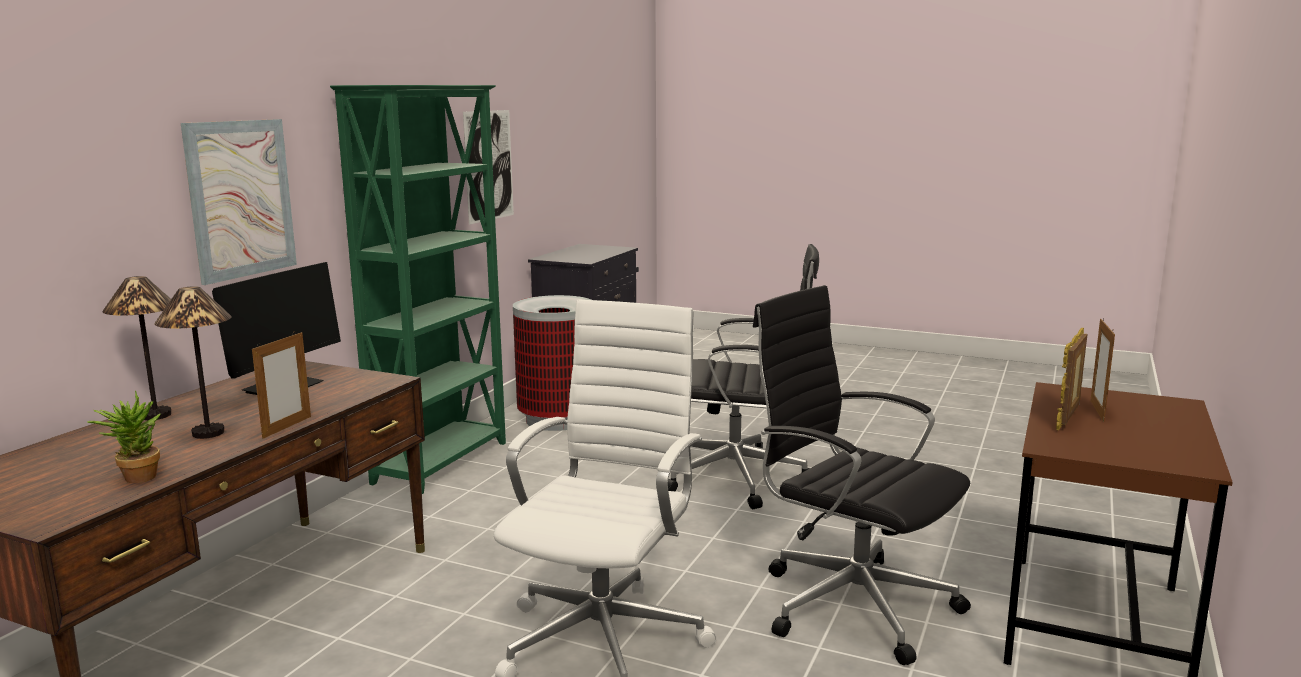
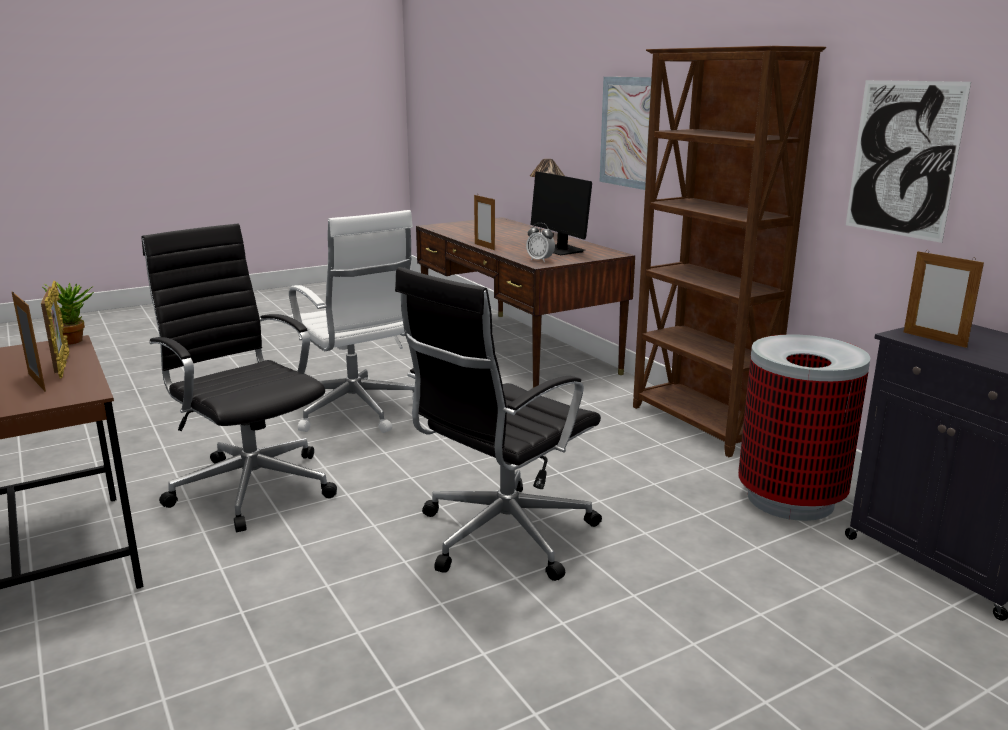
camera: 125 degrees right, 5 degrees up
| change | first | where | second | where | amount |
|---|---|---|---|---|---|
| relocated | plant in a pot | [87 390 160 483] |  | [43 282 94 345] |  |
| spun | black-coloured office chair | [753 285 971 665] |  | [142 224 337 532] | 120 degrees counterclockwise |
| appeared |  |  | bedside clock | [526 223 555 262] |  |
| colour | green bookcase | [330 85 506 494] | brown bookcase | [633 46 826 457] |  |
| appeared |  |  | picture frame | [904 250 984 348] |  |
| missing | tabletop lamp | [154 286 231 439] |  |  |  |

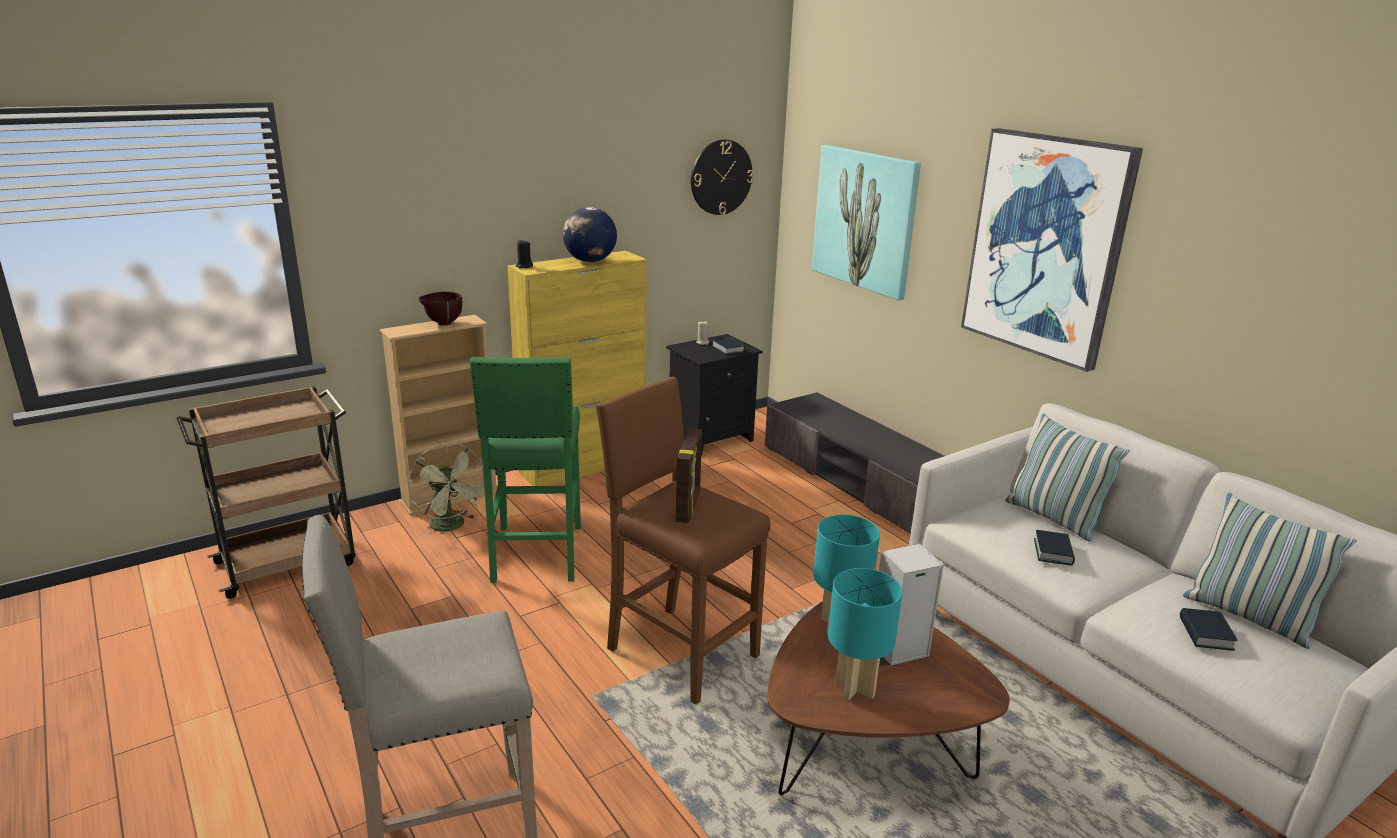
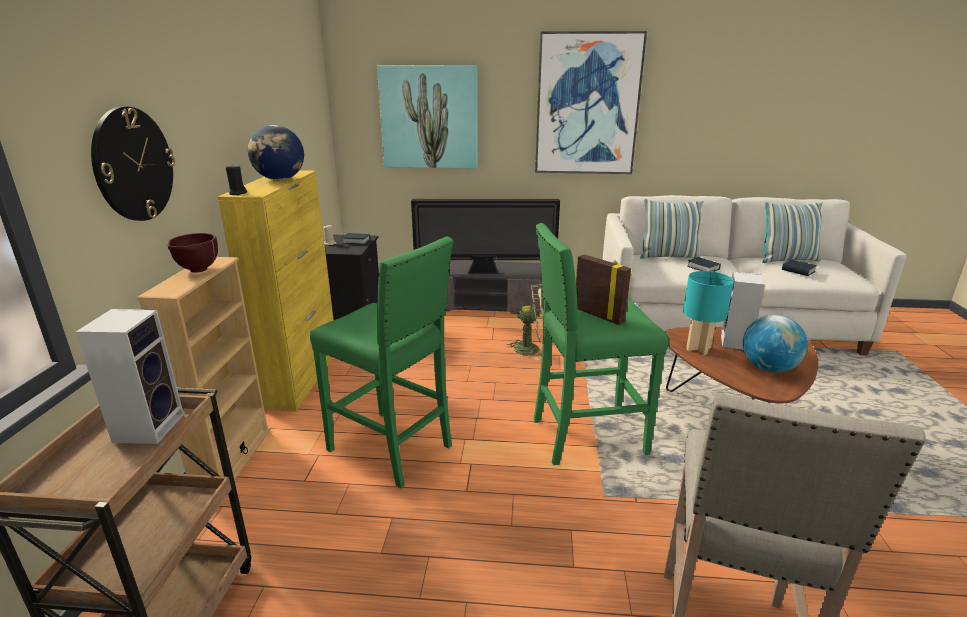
camera: 50 degrees left, 0 degrees up
| change | first | where | second | where | amount |
|---|---|---|---|---|---|
| appeared |  |  | loudspeaker | [76 309 184 444] |  |
| relocated | hanging clock | [691 140 753 215] |  | [91 107 175 221] |  |
| appeared |  |  | TV | [411 199 560 274] |  |
| relocated | green cooling fan | [408 443 484 538] |  | [506 284 543 360] |  |
| colour | brown stool | [596 377 770 705] | green stool | [534 223 669 465] |  |
| exchanged | turquoise tabletop lamp | [828 568 902 701] | desk globe | [743 315 808 373] |  |

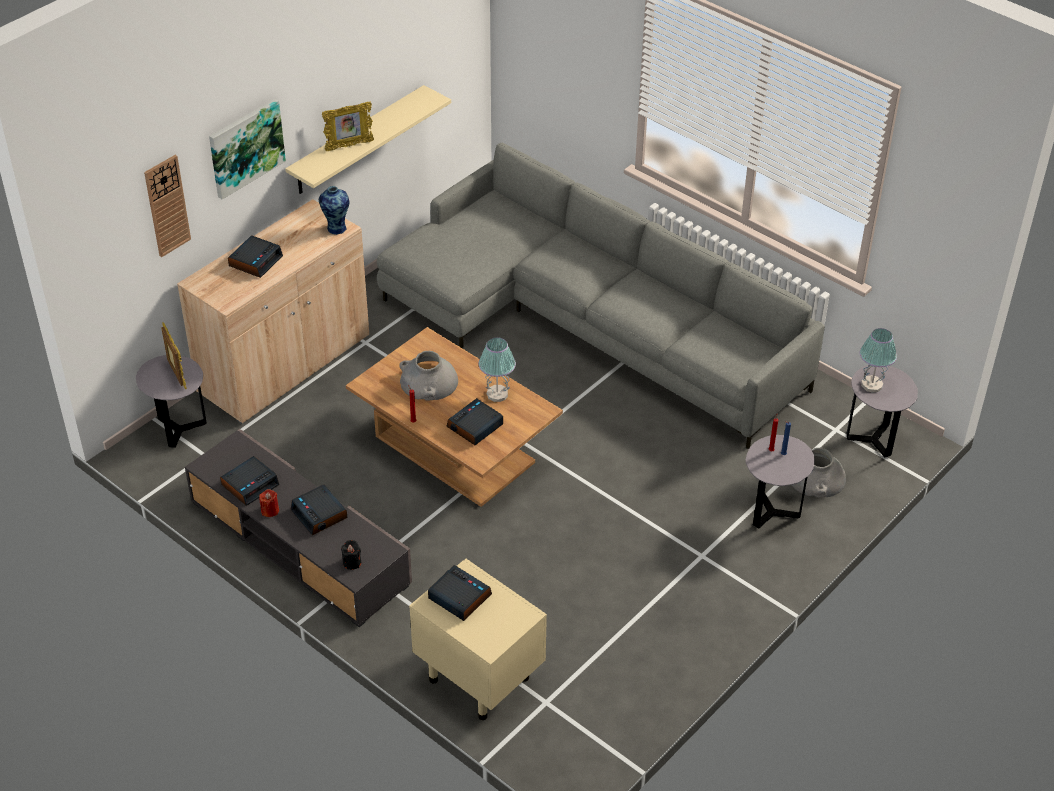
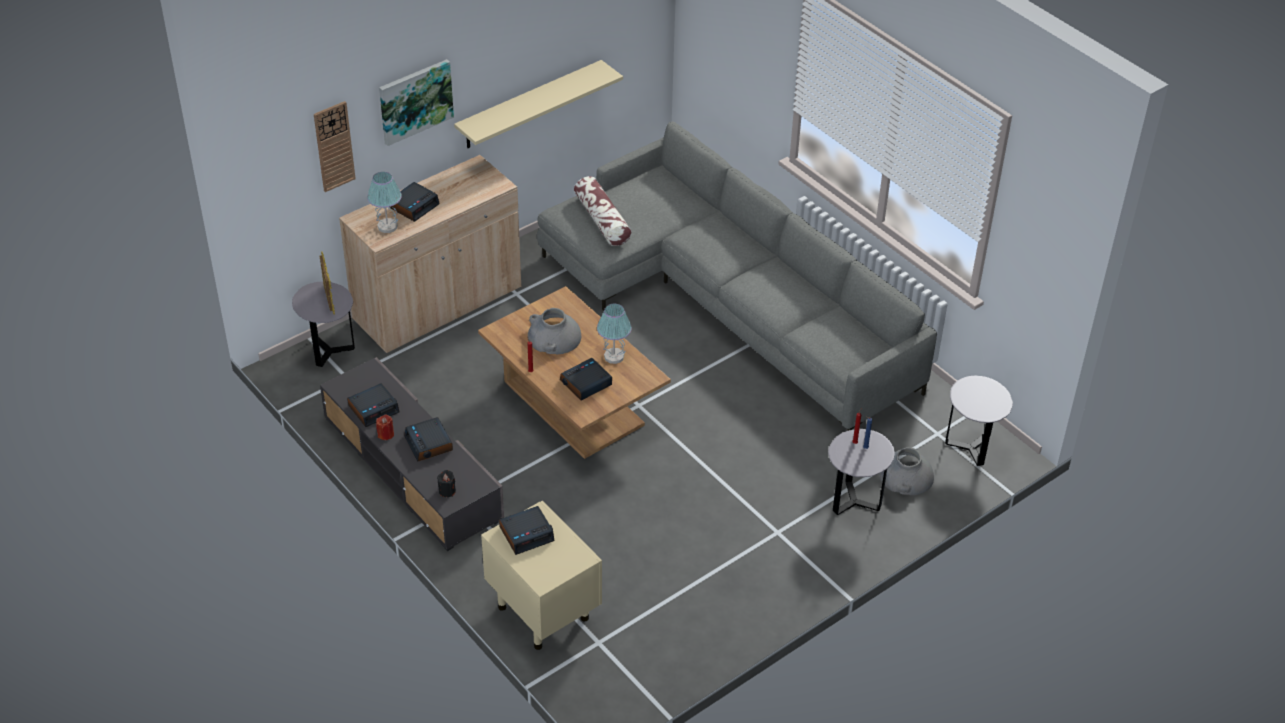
camera: 10 degrees right, 0 degrees up
| change | first | where | second | where | amount |
|---|---|---|---|---|---|
| relocated | tabletop lamp | [860 328 897 393] |  | [367 172 402 233] |  |
| spun | bedside clock | [428 565 492 621] |  | [499 506 554 555] | 105 degrees clockwise |
| appeared |  |  | pillow | [574 176 632 246] |  |
| missing | decorative vase | [319 186 349 235] |  |  |  |
| missing | picture frame | [322 101 374 151] |  |  |  |

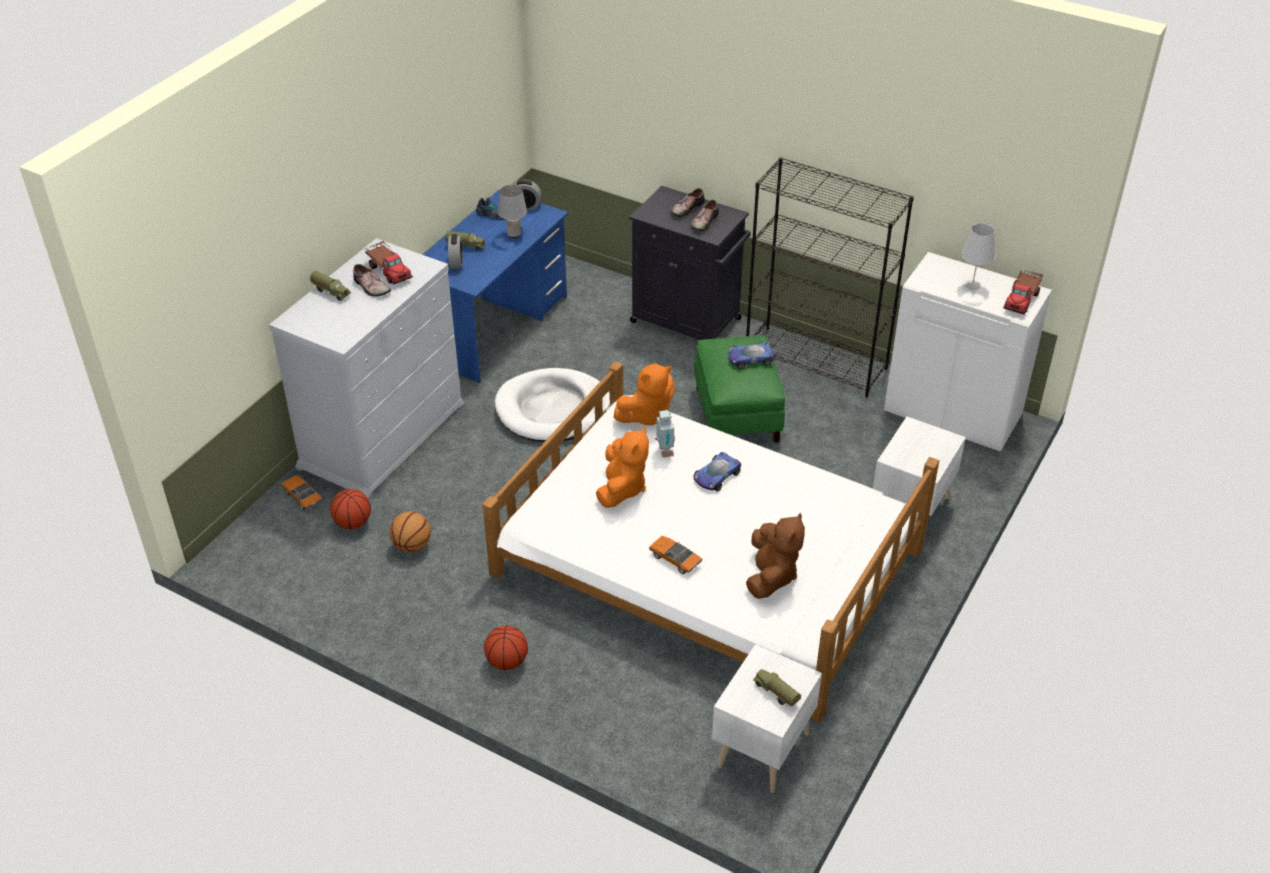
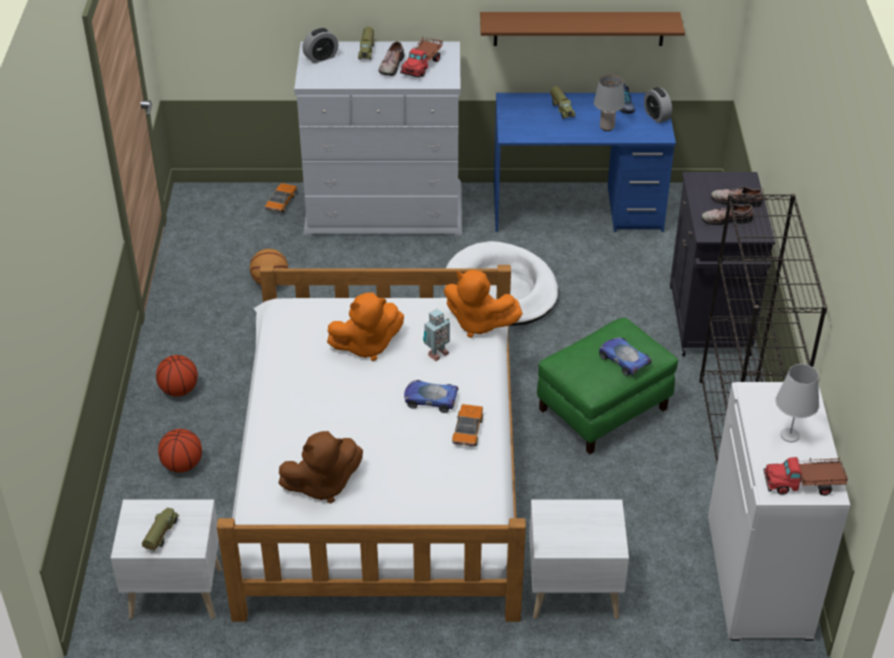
camera: 60 degrees right, 0 degrees up
| change | first | where | second | where | amount |
|---|---|---|---|---|---|
| relocated | basketball | [330 489 371 529] |  | [158 429 202 473] |  |
| relocated | bedside clock | [448 234 463 269] |  | [302 28 338 64] |  |
| relocated | model car | [649 535 702 574] |  | [452 404 483 447] |  |
| appeared |  |  | brown bracket shelf | [480 12 685 46] |  |

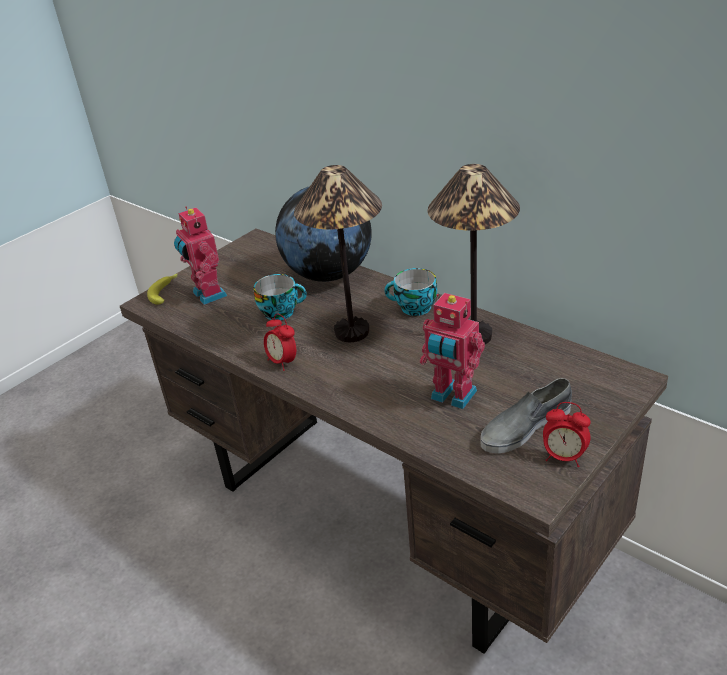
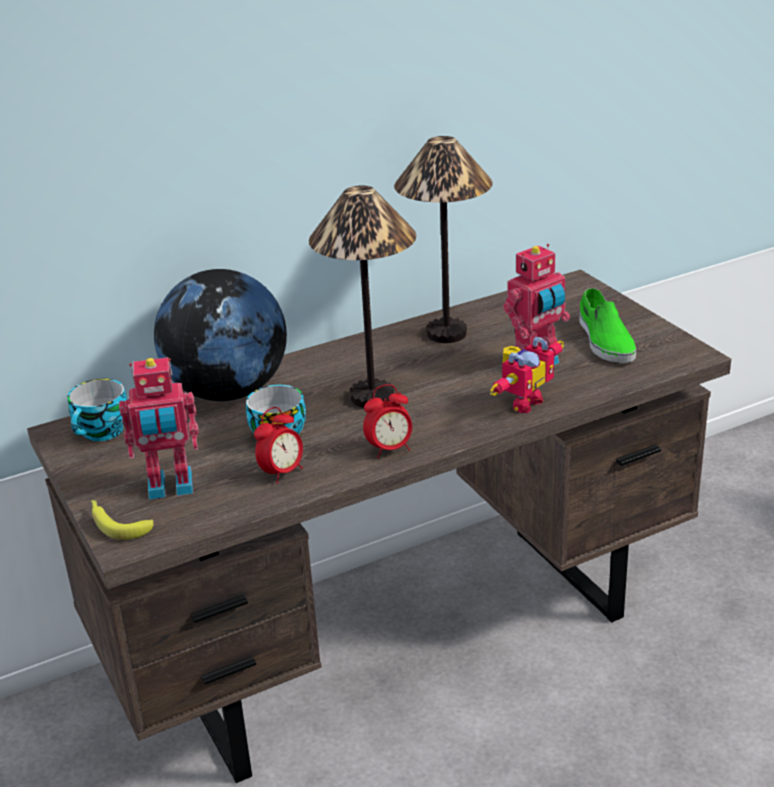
camera: 70 degrees left, 5 degrees down
| change | first | where | second | where | amount |
|---|---|---|---|---|---|
| relocated | small cup | [384 268 437 316] |  | [68 379 128 441] |  |
| relocated | bedside clock | [543 402 590 467] |  | [254 407 303 484] |  |
| appeared |  |  | model robot | [490 337 564 413] |  |
| colour | grey low shoe | [480 378 572 453] | green low shoe | [579 288 636 363] |  |

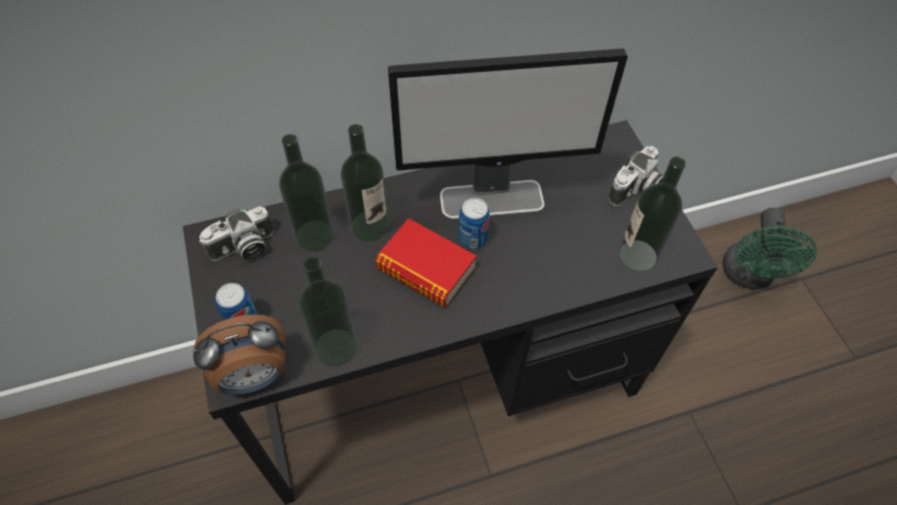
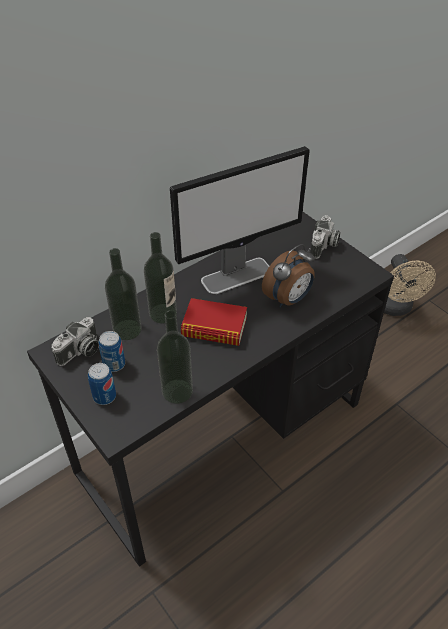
camera: 20 degrees left, 10 degrees down
| change | first | where | second | where | amount |
|---|---|---|---|---|---|
| relocated | can | [458 198 489 250] |  | [99 331 125 372] |  |
| relocated | bedside clock | [193 314 286 395] |  | [262 244 315 307] |  |
| colour | green cooling fan | [722 208 817 290] | beige-coloured cooling fan | [384 254 436 316] |  |
| missing | drink bottle | [619 157 686 272] |  |  |  |

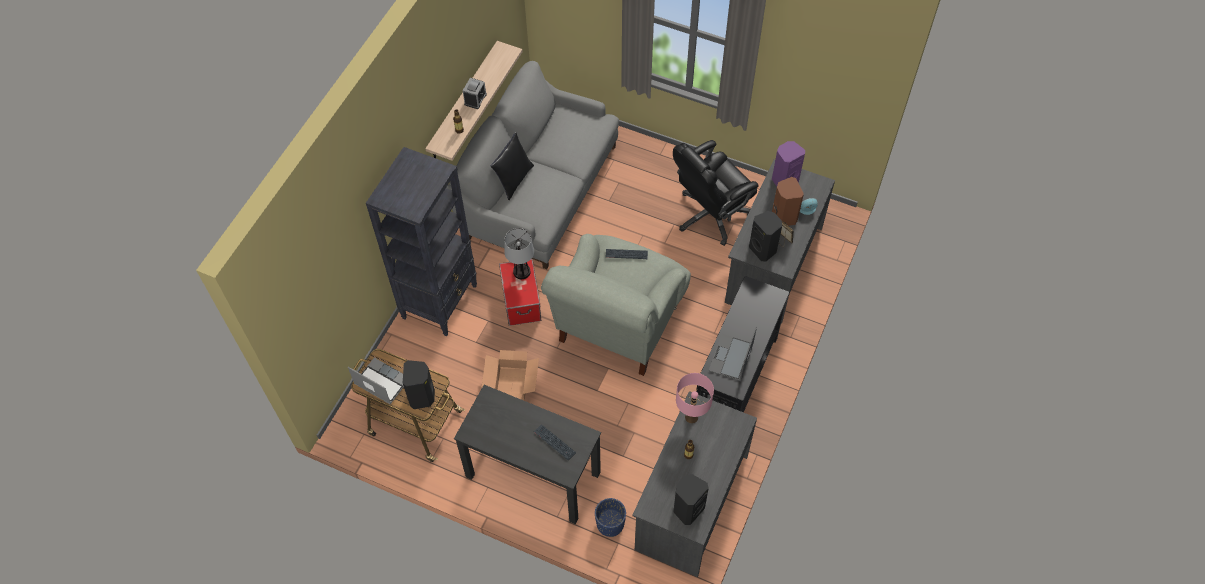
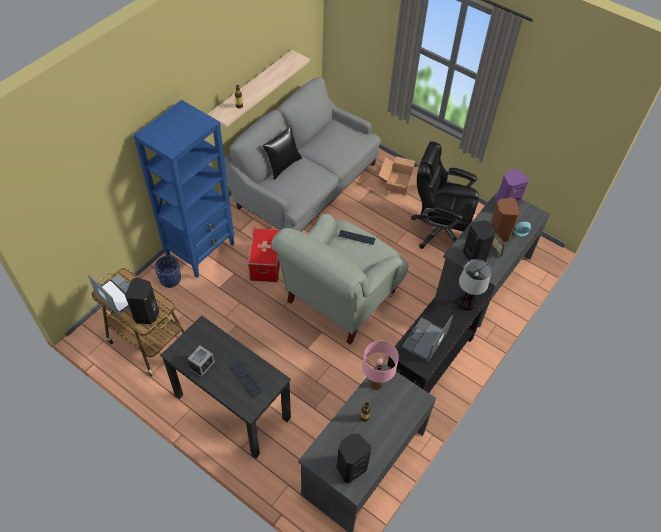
camera: 10 degrees right, 5 degrees down
| change | first | where | second | where | amount |
|---|---|---|---|---|---|
| colour | black-coloured bookcase | [366 147 477 336] | blue bookcase | [133 100 234 278] |  |
| relocated | blue planter | [595 498 626 537] |  | [154 256 181 288] |  |
| relocated | bedside clock | [463 78 487 109] |  | [188 346 215 378] |  |
| relocated | carton | [481 350 539 401] |  | [379 156 419 195] |  |
| spun | black-coloured office chair | [673 140 759 246] |  | [411 141 479 249] | 45 degrees clockwise |
| relocated | tabletop lamp | [504 228 534 279] |  | [458 259 491 310] |  |

